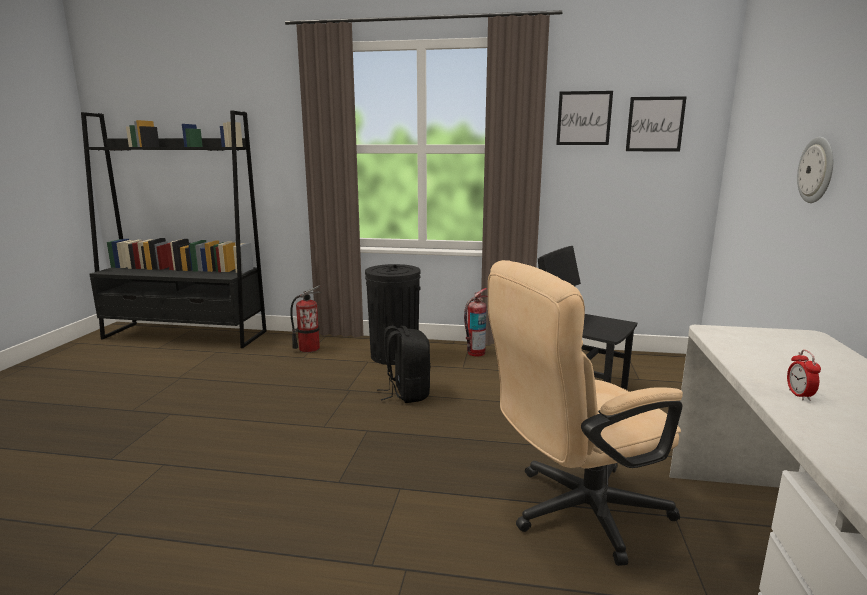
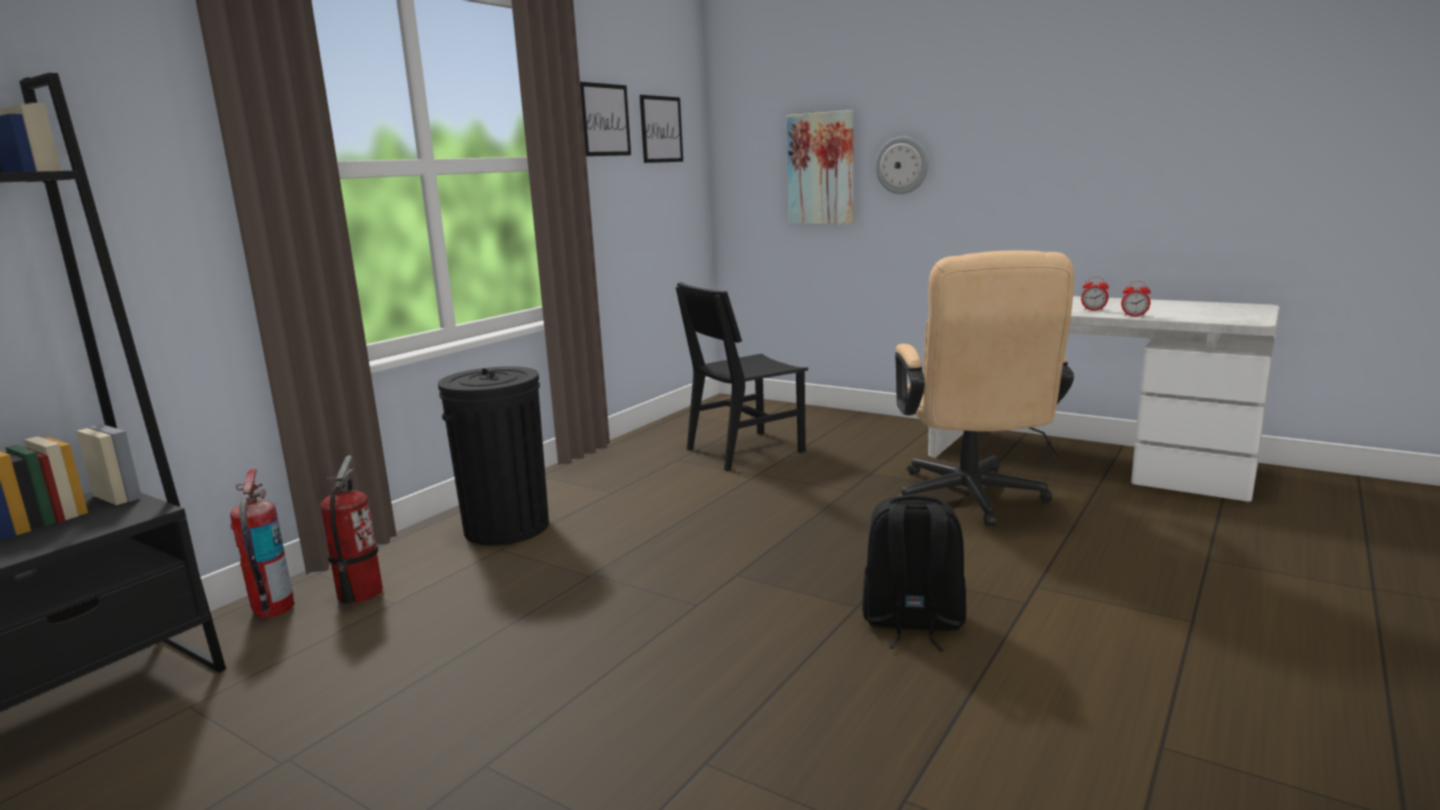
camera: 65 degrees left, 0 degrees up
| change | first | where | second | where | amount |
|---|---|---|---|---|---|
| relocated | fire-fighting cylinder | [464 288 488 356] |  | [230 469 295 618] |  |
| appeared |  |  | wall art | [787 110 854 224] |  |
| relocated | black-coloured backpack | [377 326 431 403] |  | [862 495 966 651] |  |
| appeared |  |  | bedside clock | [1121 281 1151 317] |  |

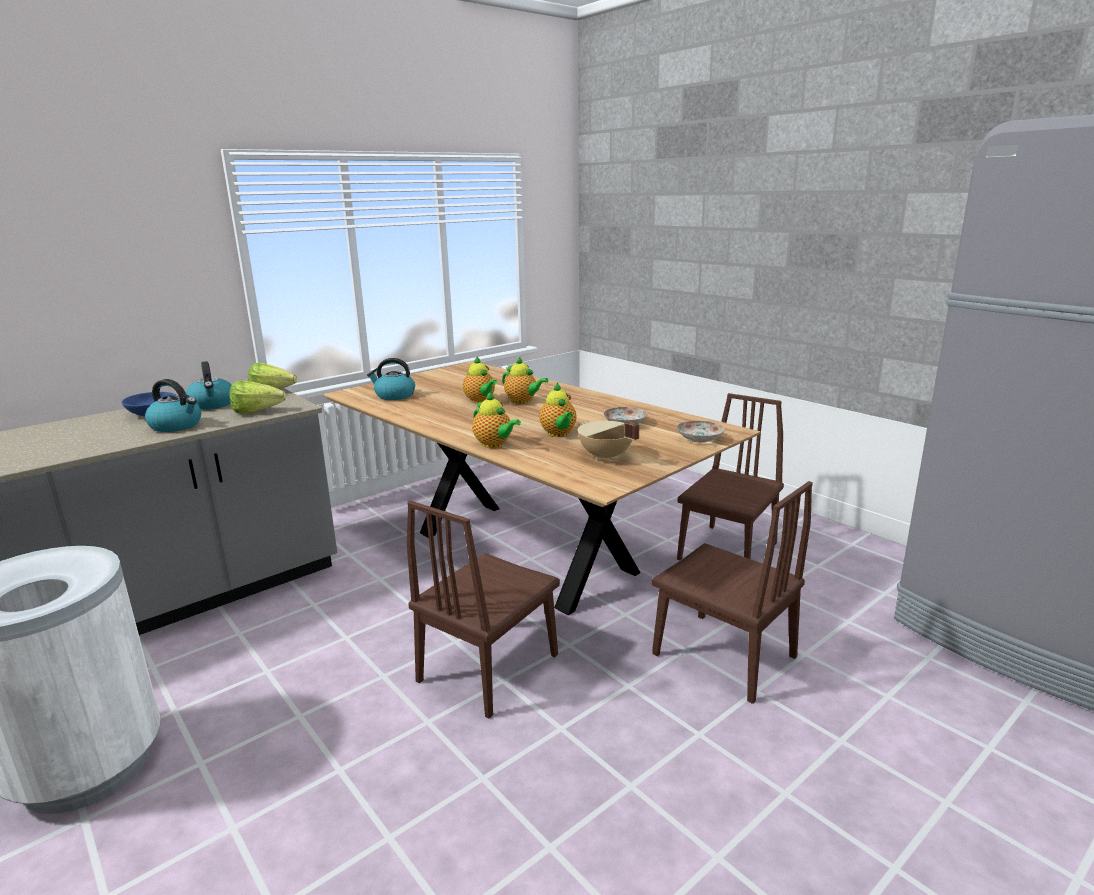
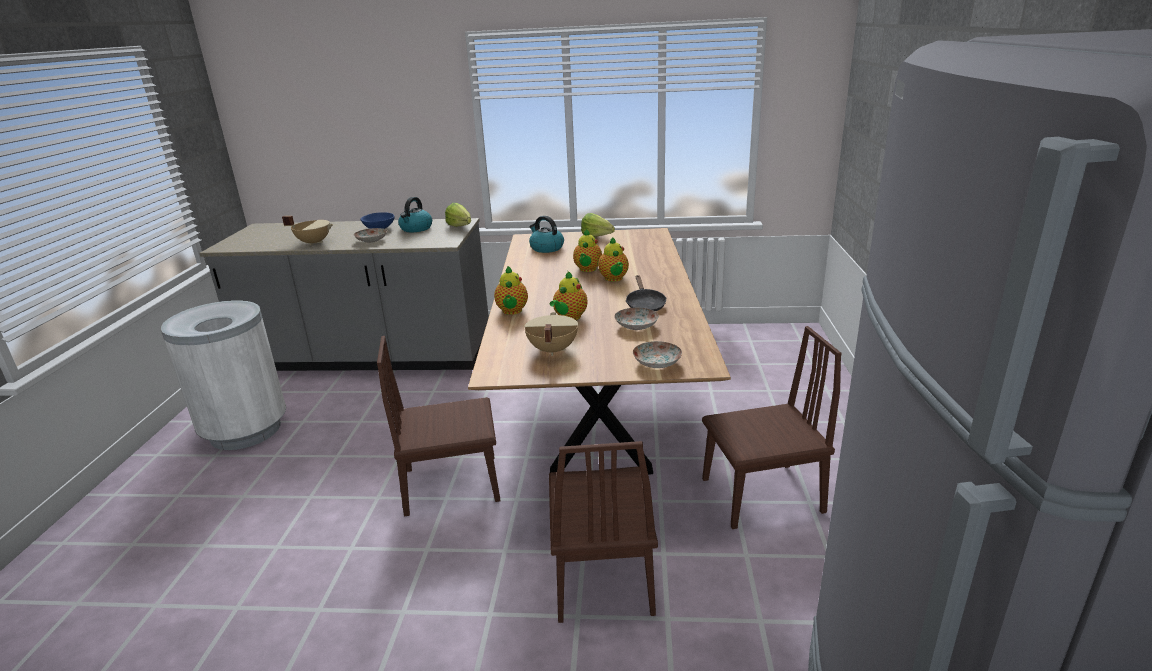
camera: 45 degrees right, 5 degrees up
| change | first | where | second | where | amount |
|---|---|---|---|---|---|
| appeared |  |  | beige-coloured saucepot | [282 216 333 246] |  |
| exchanged | tea kettle | [145 379 201 432] | flat dish | [353 228 387 243] |  |
| relocated | head of lettuce | [230 381 286 414] |  | [581 213 615 237] |  |
| appeared |  |  | black-coloured skillet | [626 275 667 311] |  |

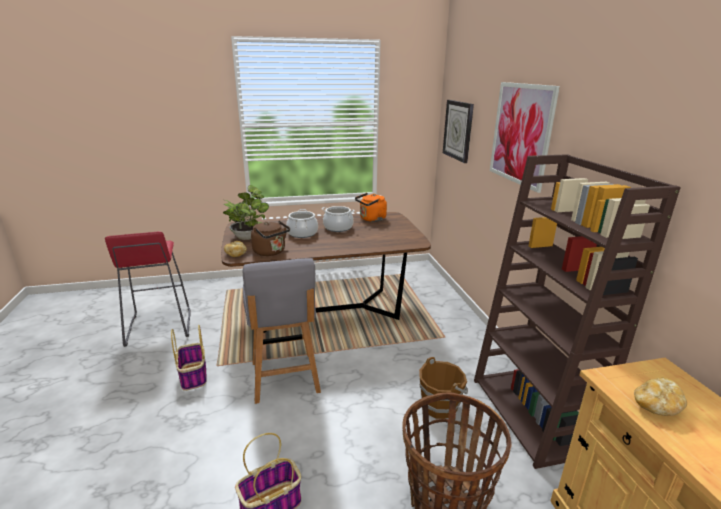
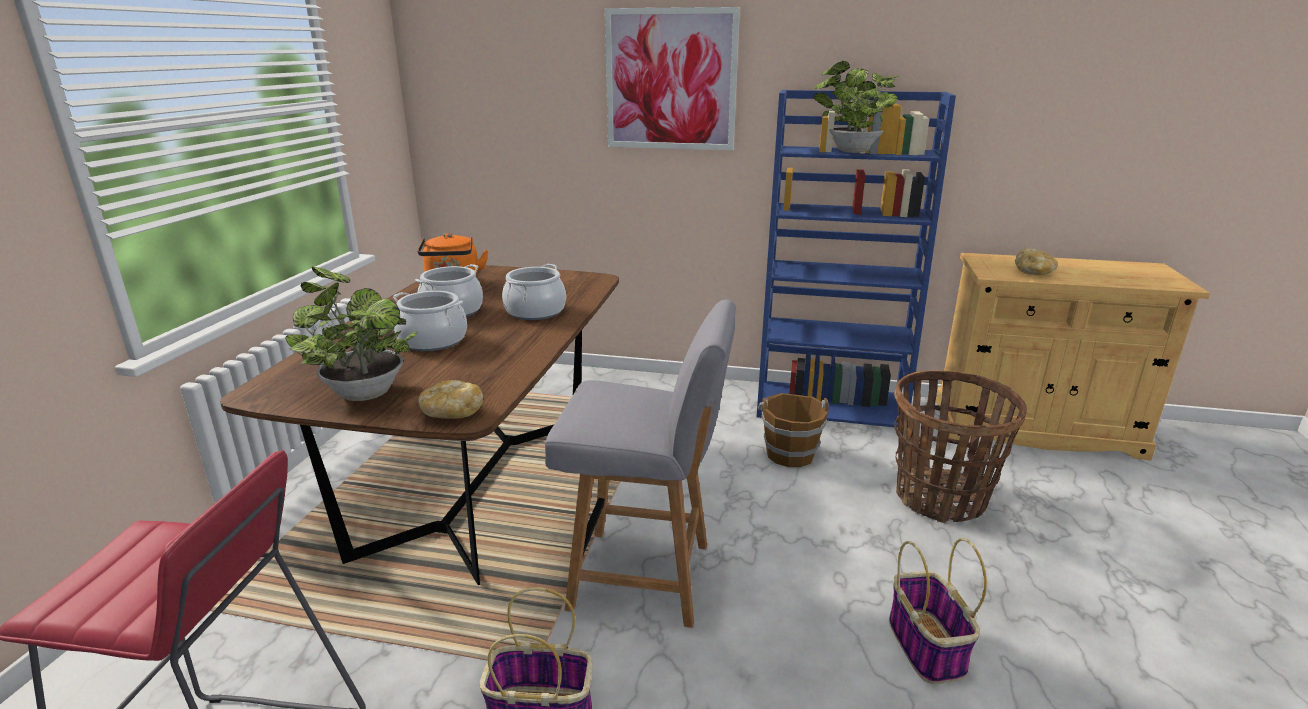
camera: 65 degrees left, 0 degrees up
| change | first | where | second | where | amount |
|---|---|---|---|---|---|
| appeared |  |  | saucepot | [502 264 566 320] |  |
| colour | brown bookcase | [474 154 681 469] | blue bookcase | [757 90 956 428] |  |
| appeared |  |  | plant in a pot | [814 61 899 153] |  |
| missing | brown tea kettle | [251 221 290 256] |  |  |  |
| missing | hanging clock | [443 100 474 163] |  |  |  |

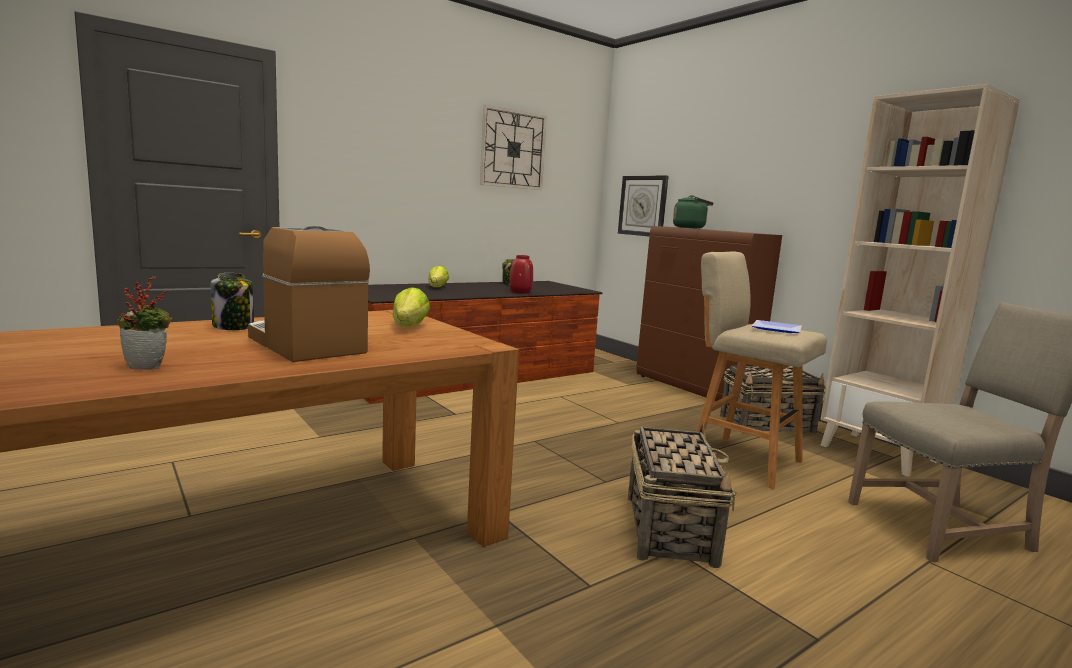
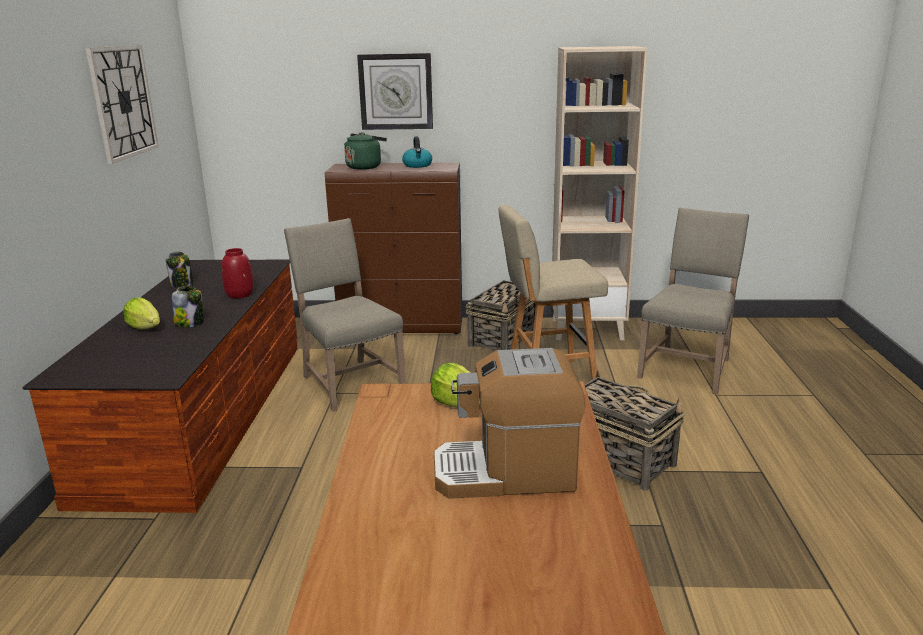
camera: 50 degrees left, 10 degrees up
| change | first | where | second | where | amount |
|---|---|---|---|---|---|
| relocated | preserve jar | [211 273 254 330] |  | [172 286 204 327] |  |
| appeared |  |  | beige-coloured chair | [284 218 406 411] |  |
| relocated | hanging clock | [618 176 669 236] |  | [357 53 433 130] |  |
| appeared |  |  | tea kettle | [402 136 432 168] |  |
| missing | plant in a pot | [117 276 172 370] |  |  |  |
| missing | flat dish | [752 320 802 333] |  |  |  |

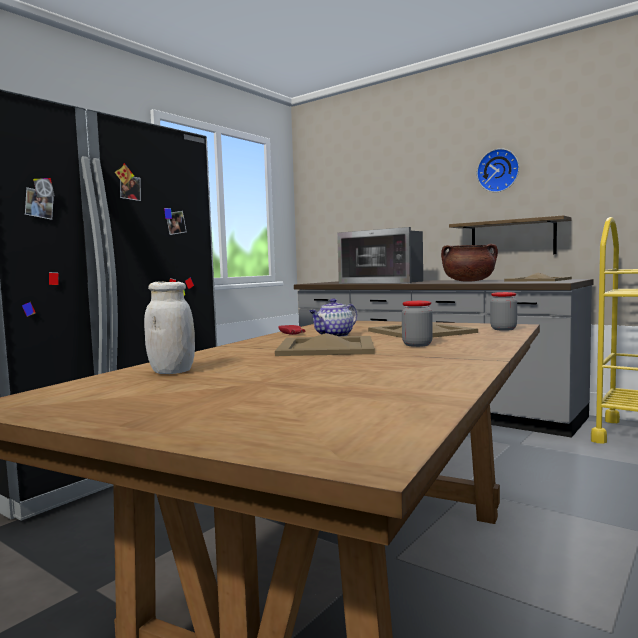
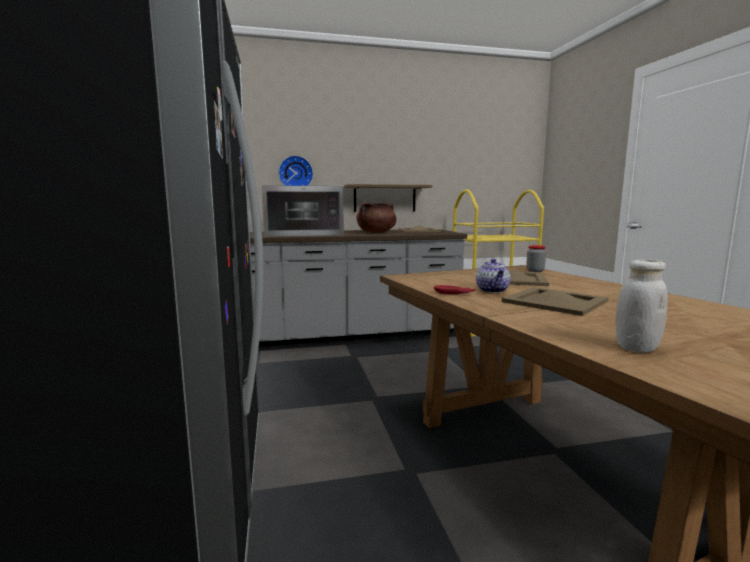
camera: 50 degrees left, 5 degrees up
| change | first | where | second | where | amount |
|---|---|---|---|---|---|
| relocated | hanging clock | [477 148 519 192] |  | [278 155 313 186] |  |
| missing | preserve jar | [402 301 433 347] |  |  |  |

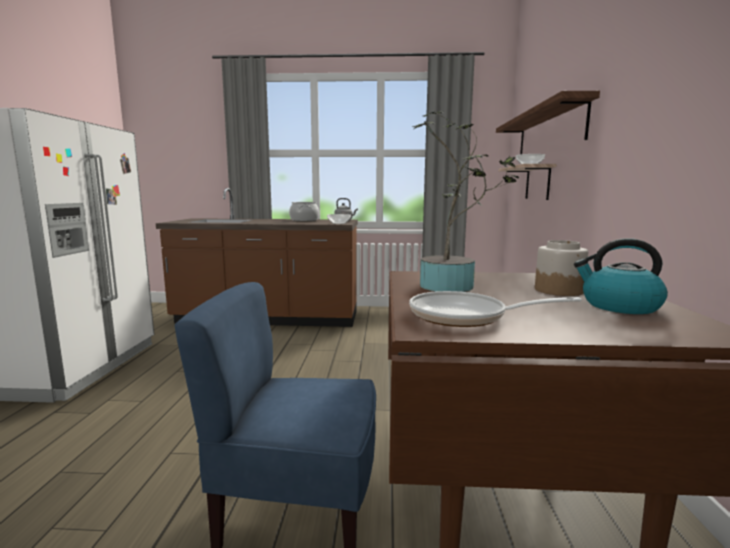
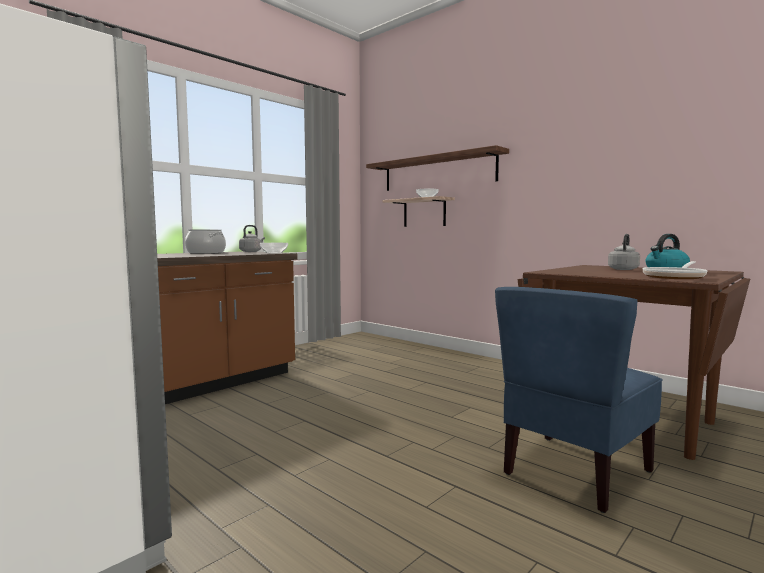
camera: 50 degrees left, 5 degrees down
| change | first | where | second | where | amount |
|---|---|---|---|---|---|
| exchanged | preserve jar | [535 240 588 296] | grey tea kettle | [608 234 640 270] |  |
| missing | plant in a pot | [412 111 519 292] |  |  |  |

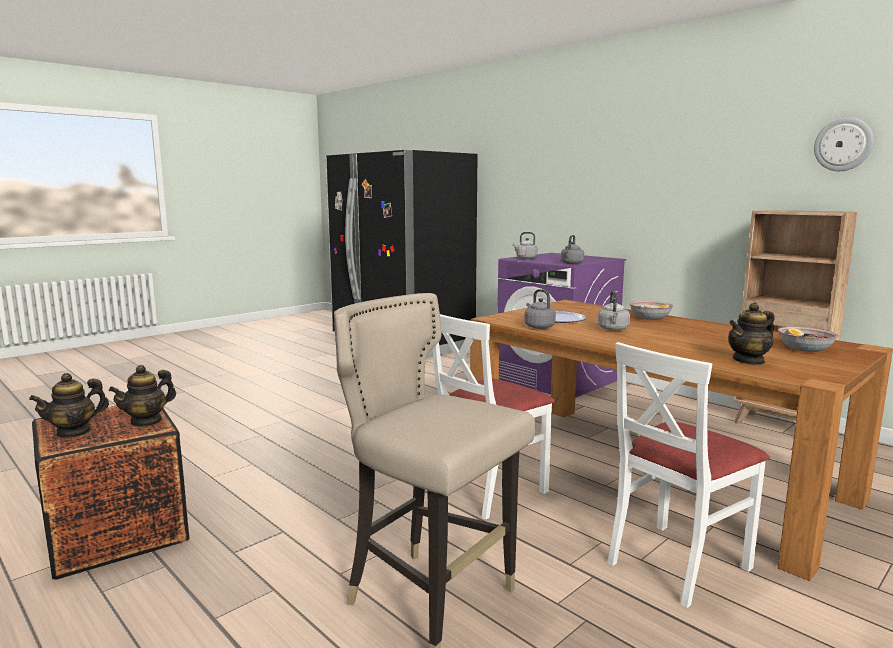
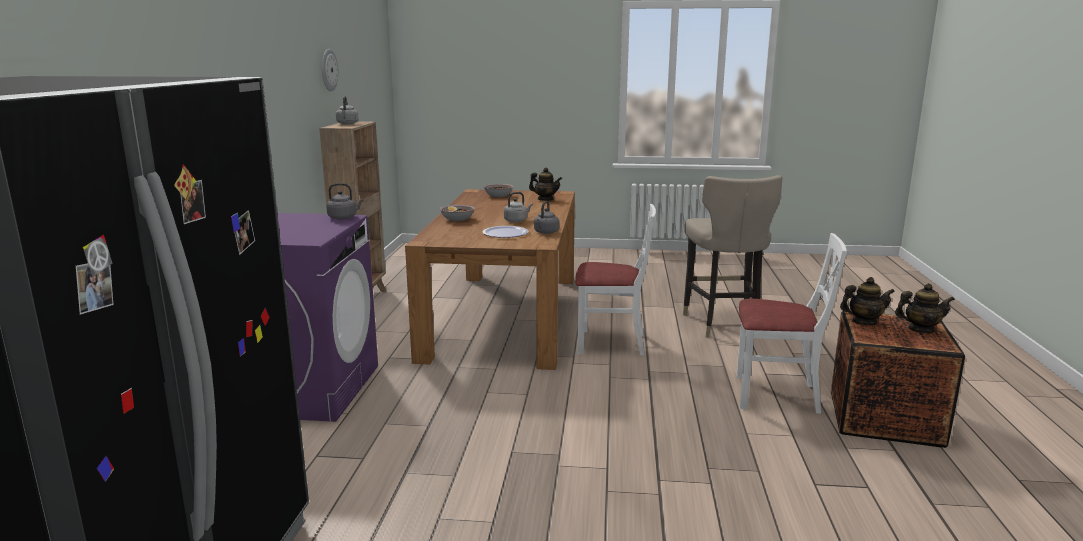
camera: 130 degrees left, 5 degrees up
| change | first | where | second | where | amount |
|---|---|---|---|---|---|
| relocated | grey tea kettle | [512 232 538 259] |  | [336 96 359 124] |  |
| relocated | white-coloured chair | [607 342 770 608] |  | [736 233 847 414] |  |

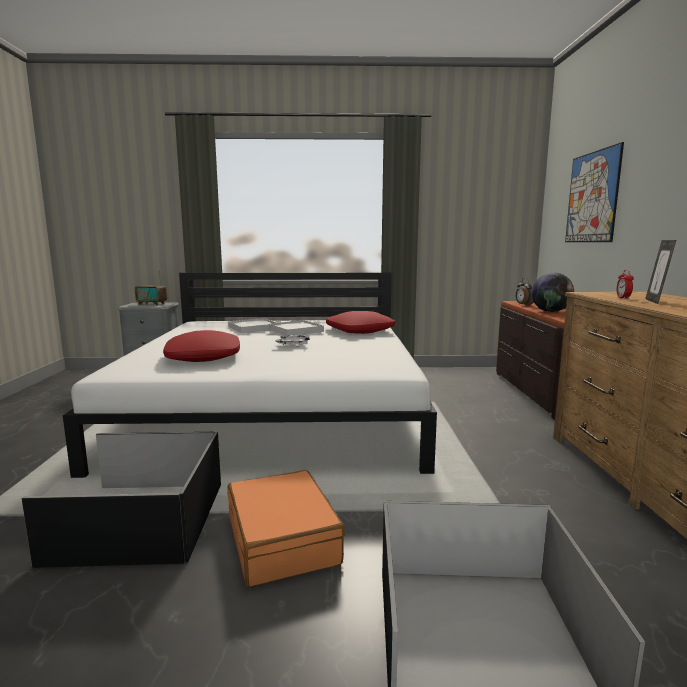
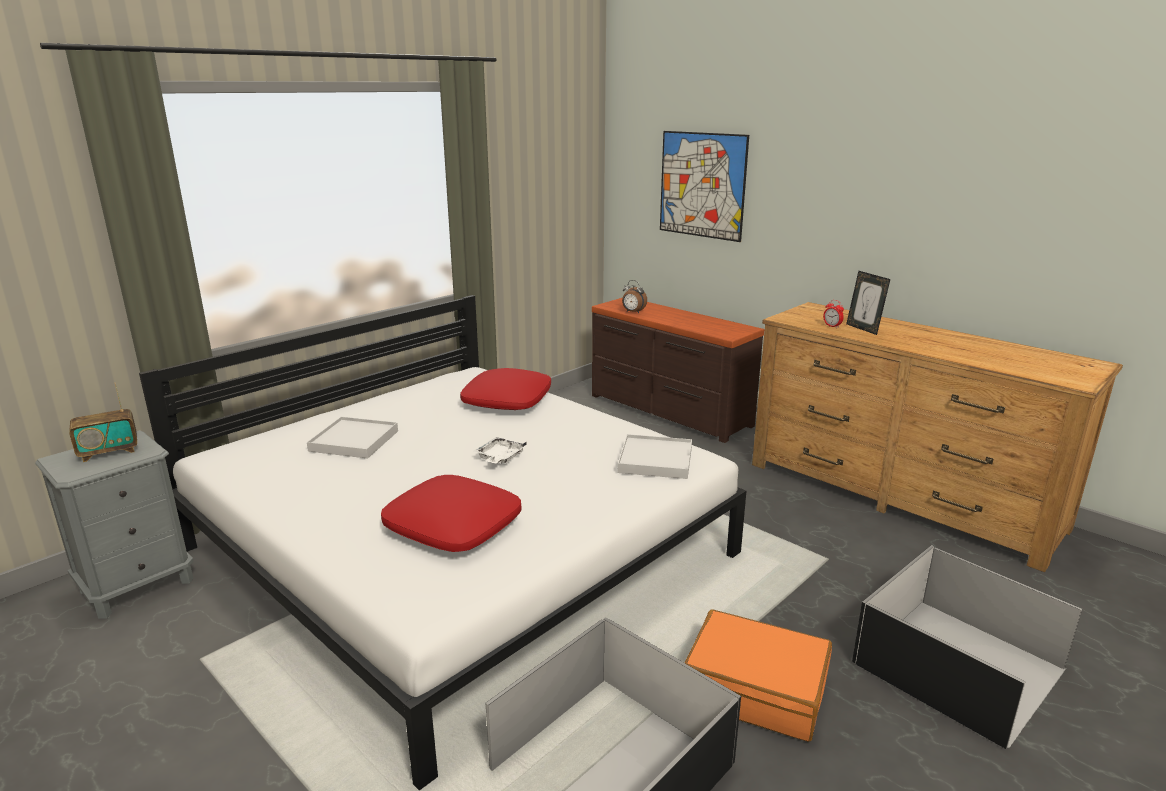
camera: 45 degrees left, 10 degrees up
| change | first | where | second | where | amount |
|---|---|---|---|---|---|
| relocated | white-coloured carrying tray | [269 320 324 336] |  | [618 434 692 479] |  |
| missing | desk globe | [531 273 574 312] |  |  |  |

